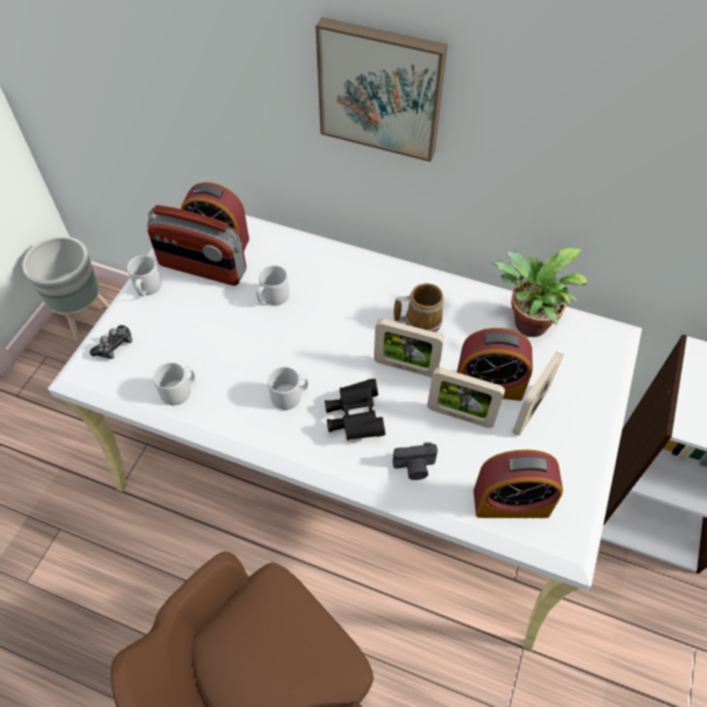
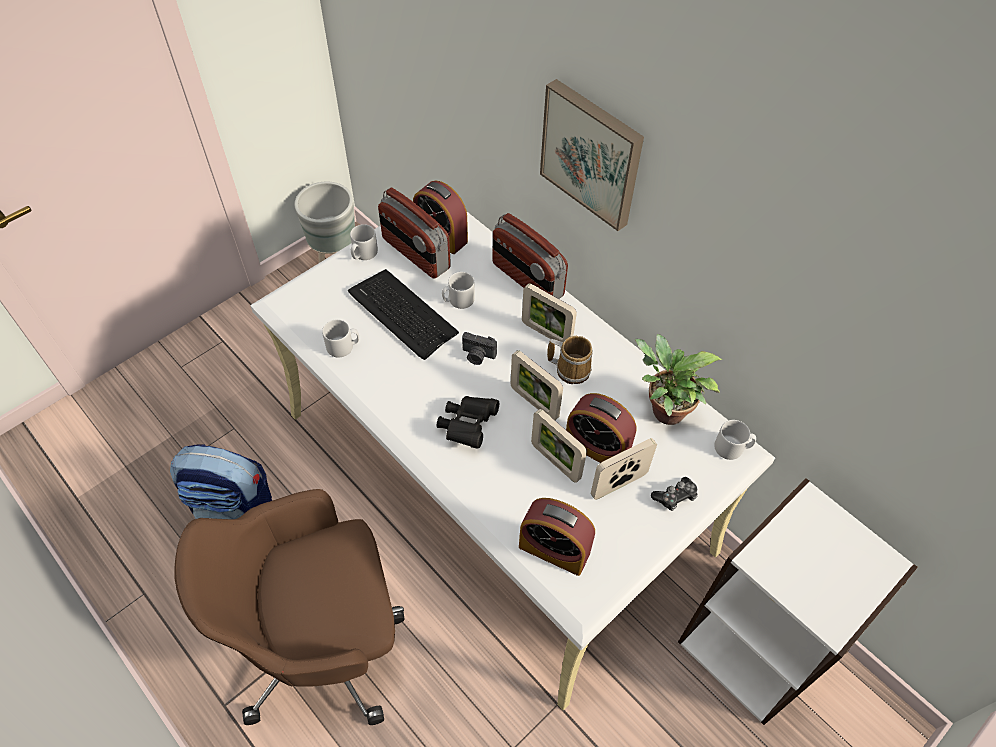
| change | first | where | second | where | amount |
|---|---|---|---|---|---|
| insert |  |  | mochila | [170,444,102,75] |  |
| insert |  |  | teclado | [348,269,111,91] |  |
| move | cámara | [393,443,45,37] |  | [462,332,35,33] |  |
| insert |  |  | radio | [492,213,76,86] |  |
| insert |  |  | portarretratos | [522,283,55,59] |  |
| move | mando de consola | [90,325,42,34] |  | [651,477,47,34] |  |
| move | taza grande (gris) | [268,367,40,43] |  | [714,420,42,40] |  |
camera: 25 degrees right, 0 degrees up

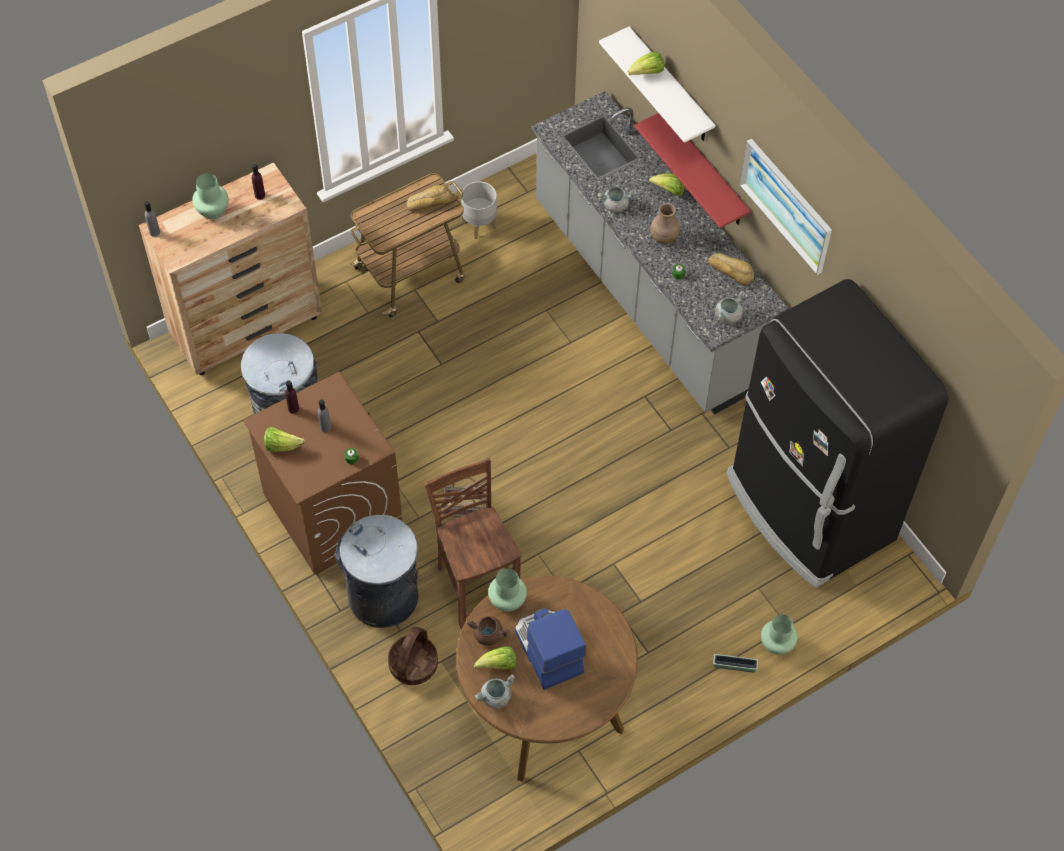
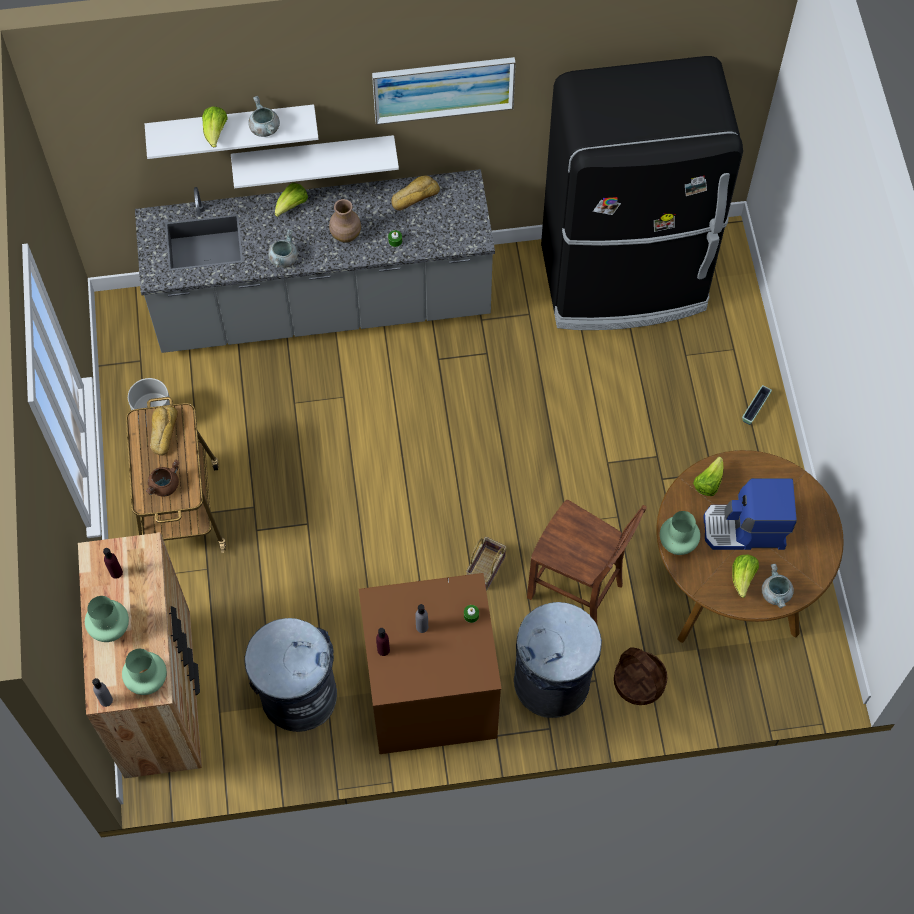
| change | first | where | second | where | amount |
|---|---|---|---|---|---|
| move | florero (verde) | [761,615,36,40] |  | [122,649,45,46] |  |
| move | olla (marrón) | [466,617,44,29] |  | [146,459,33,38] |  |
| recolor | estante (rojo) | [634,113,117,115] | estante (blanco) | [231,135,168,53] |  |
| move | olla (gris) | [715,291,30,33] |  | [248,96,32,41] |  |
| rotate | silla (marrón) | [424,458,98,171] |  | [527,500,120,126] | 150 degrees counterclockwise |
| move | lechuga | [264,427,41,25] |  | [693,457,30,39] |  |
camera: 65 degrees left, 5 degrees up

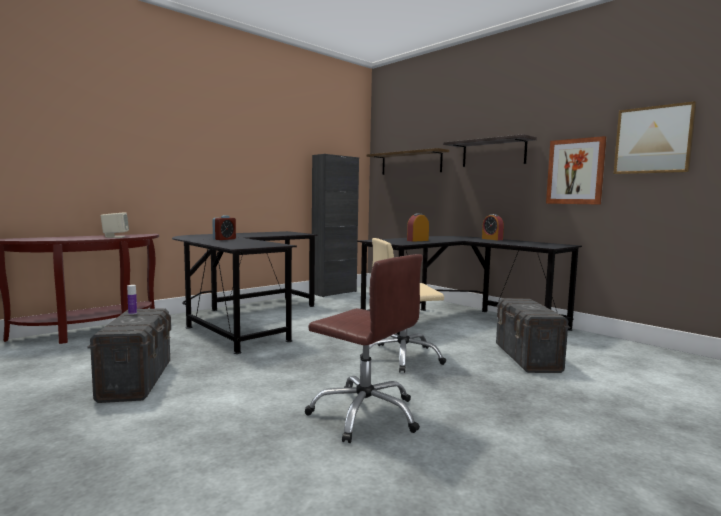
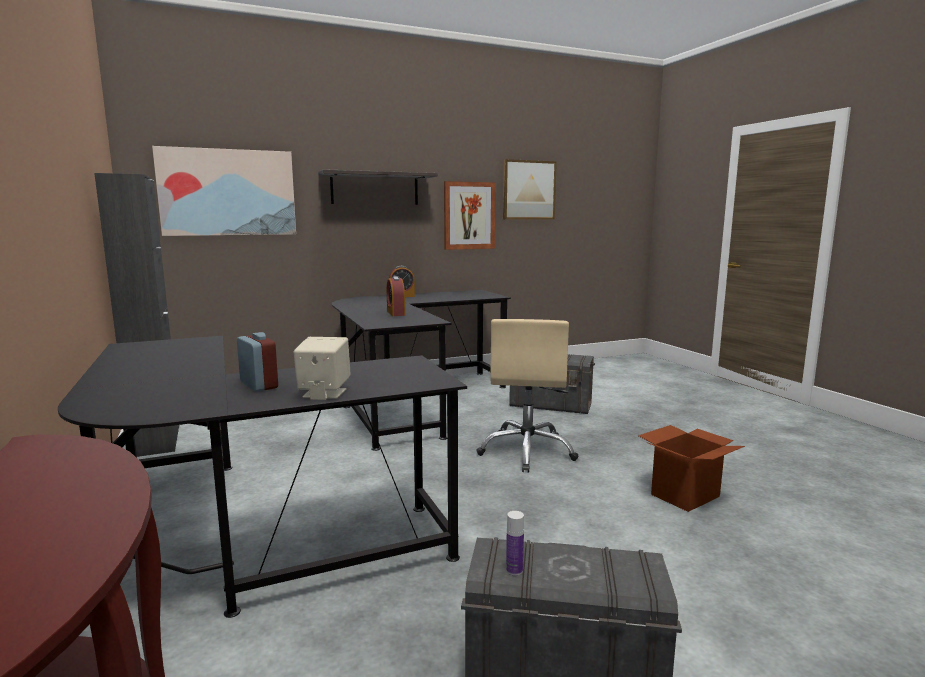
| change | first | where | second | where | amount |
|---|---|---|---|---|---|
| replace | estante | [367,148,82,27] | cuadro | [152,146,144,90] |  |
| move | altavoz (beis) | [101,212,28,26] |  | [294,337,57,63] |  |
| replace | silla de oficina (marrón) | [305,254,118,189] | caja de cartón | [638,425,107,87] |  |
camera: 70 degrees left, 5 degrees up

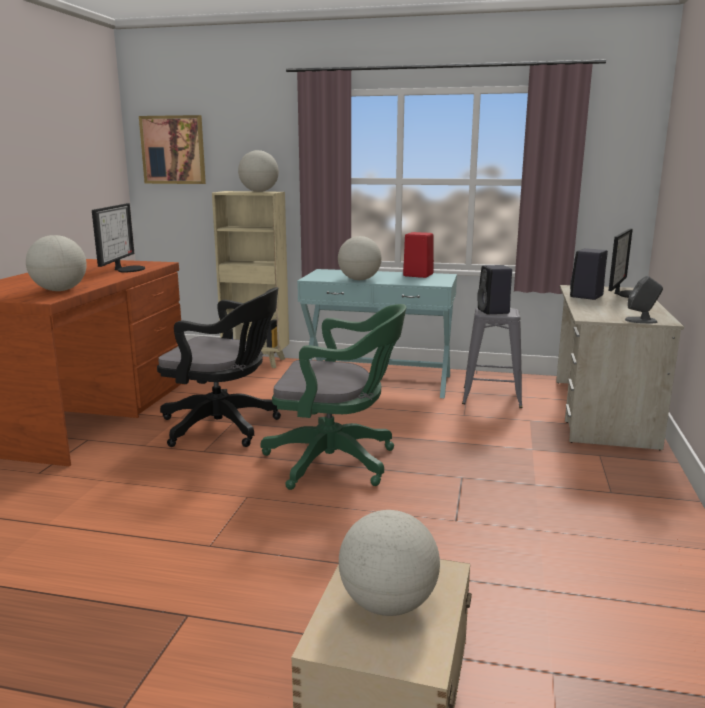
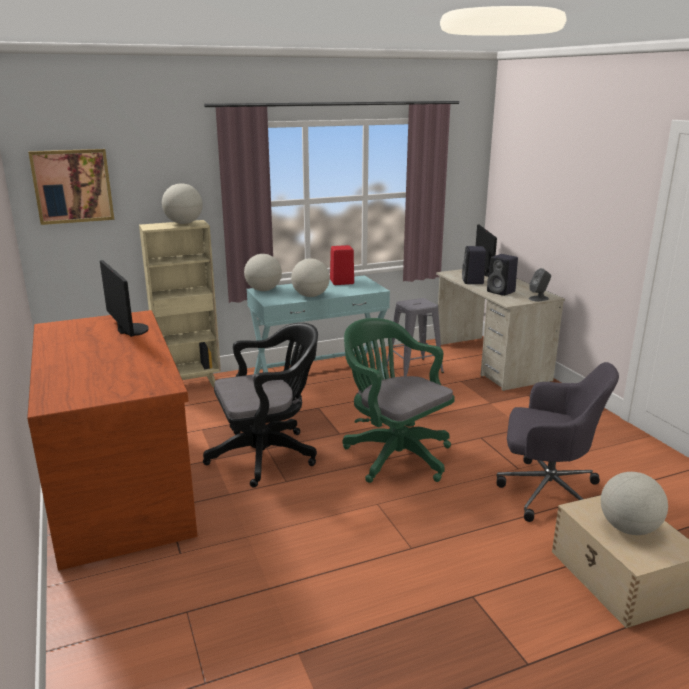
| change | first | where | second | where | amount |
|---|---|---|---|---|---|
| move | globo terráqueo | [26,235,61,56] |  | [244,254,38,37] |  |
| rotate | silla de oficina (verde) | [260,304,147,186] |  | [342,318,113,165] | 105 degrees counterclockwise |
| move | altavoz (negro) | [477,265,35,49] |  | [487,254,31,42] |  |
| insert |  |  | silla de oficina (gris) | [497,362,122,160] |  |
camera: 35 degrees left, 5 degrees up

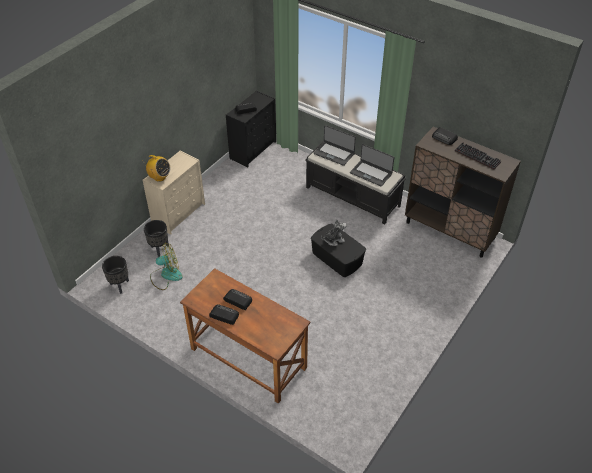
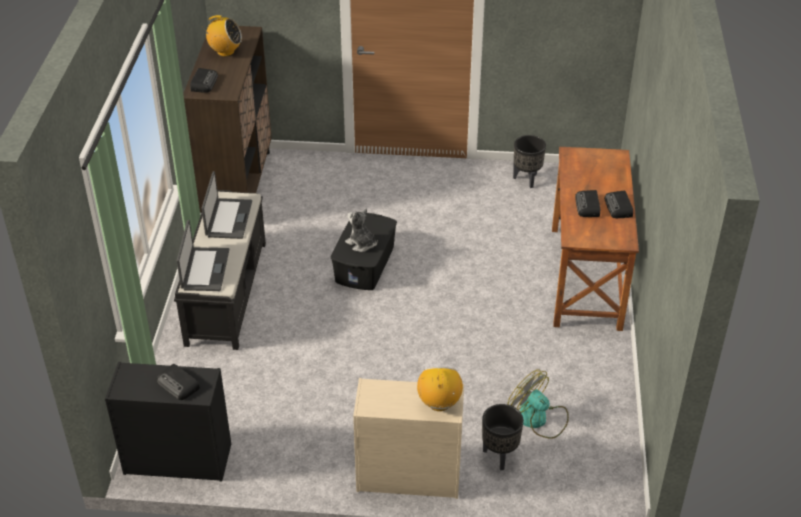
| change | first | where | second | where | amount |
|---|---|---|---|---|---|
| replace | teclado | [455,142,46,27] | radio | [203,15,39,41] |  |
| move | maceta (negro) | [102,256,27,38] |  | [513,135,33,53] |  |
camera: 120 degrees left, 5 degrees down

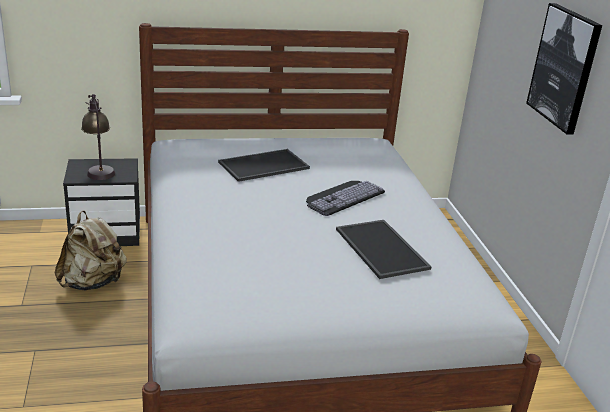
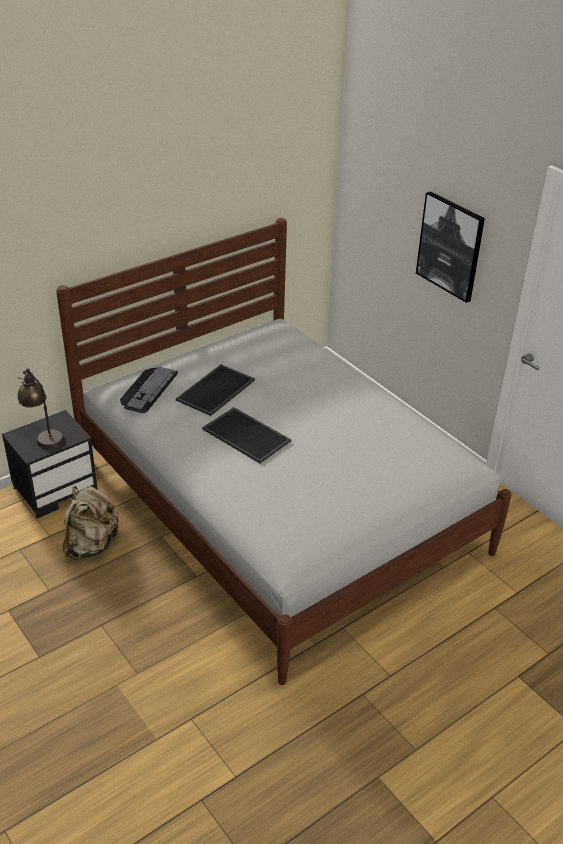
| change | first | where | second | where | amount |
|---|---|---|---|---|---|
| move | teclado | [306,181,79,35] |  | [120,366,58,47] |  |
| move | bandeja | [336,220,95,59] |  | [202,407,89,56] |  |
camera: 25 degrees left, 10 degrees up

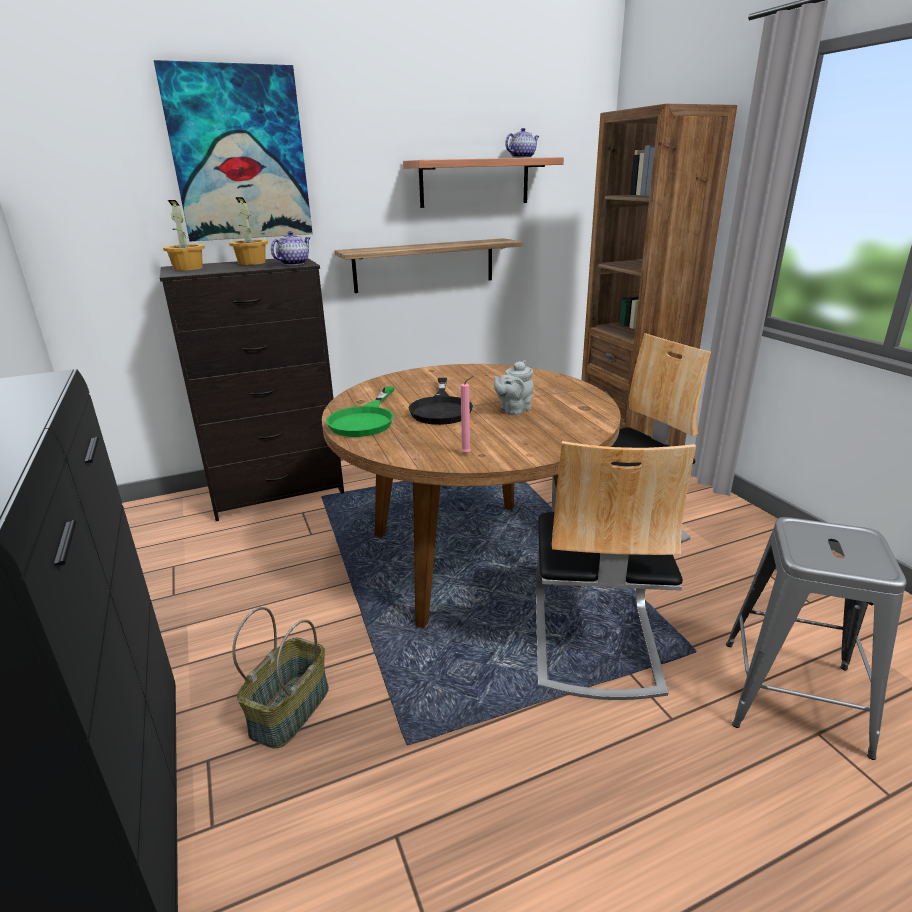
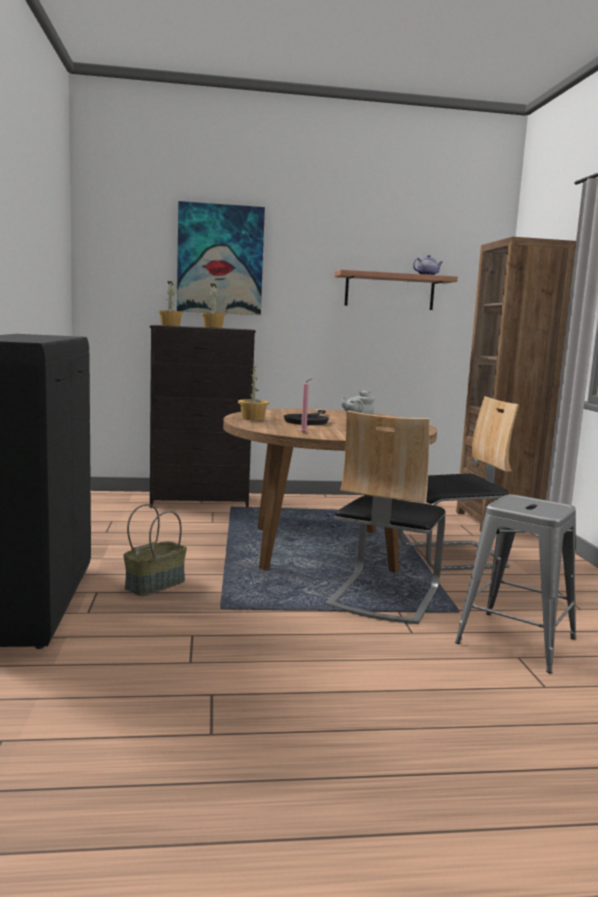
| change | first | where | second | where | amount |
|---|---|---|---|---|---|
| replace | sartén (verde) | [326,387,69,50] | planta en maceta | [238,366,31,54] |  |
| delete | tetera | [271,231,39,34] |  |  |  |
| delete | estante | [335,238,187,55] |  |  |  |
camera: 15 degrees right, 15 degrees down

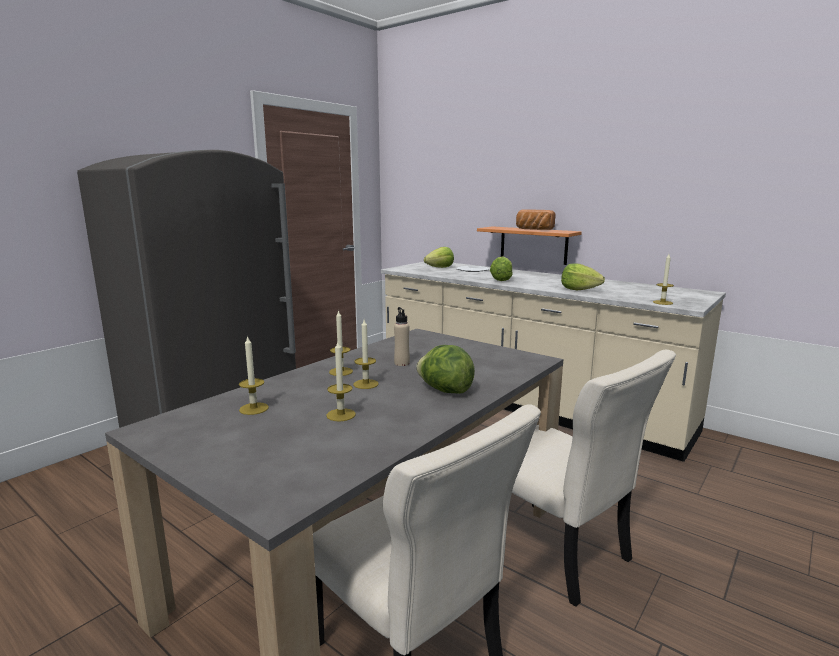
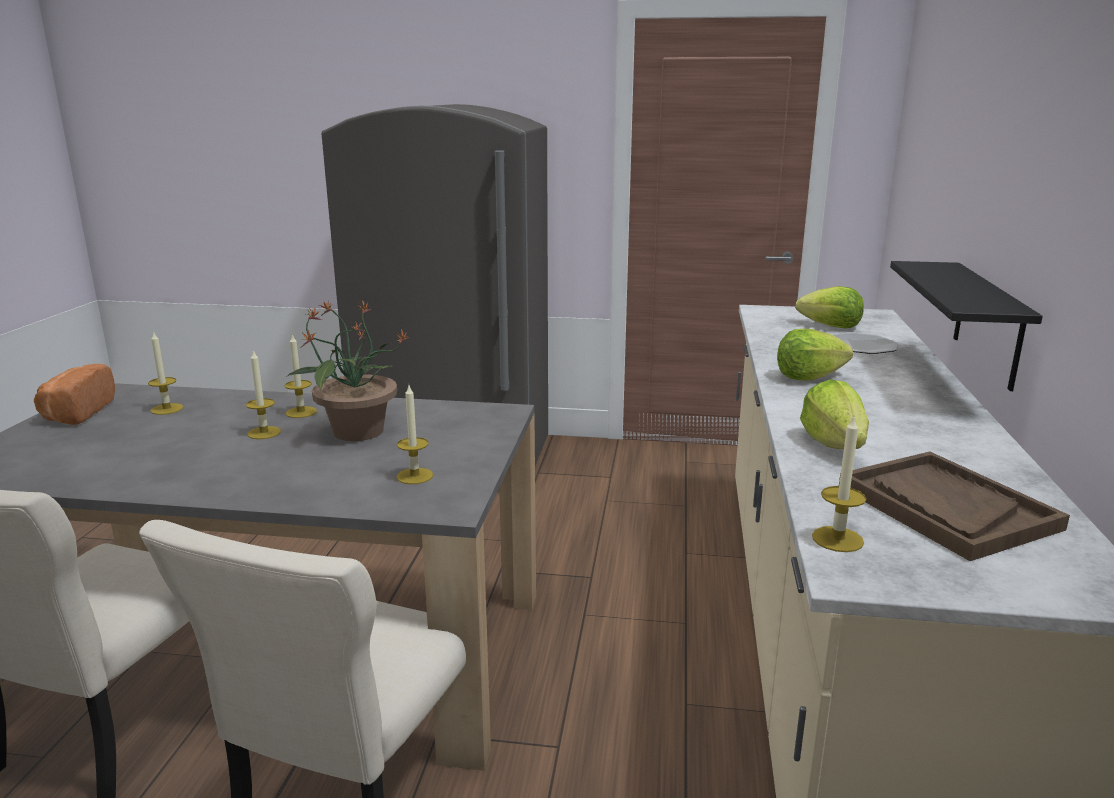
| change | first | where | second | where | amount |
|---|---|---|---|---|---|
| move | pan | [516,209,40,21] |  | [34,364,81,61] |  |
| replace | botella (beis) | [394,307,16,59] | planta en maceta | [286,301,123,140] |  |
| move | vela | [326,341,30,80] |  | [396,386,37,98] |  |
| insert |  |  | bandeja (marrón) | [839,451,231,110] |  |
| recolor | estante (naranja) | [477,226,105,39] | estante (negro) | [890,261,153,130] |  |
| delete | lechuga | [416,345,59,49] |  |  |  |
camera: 60 degrees right, 5 degrees up

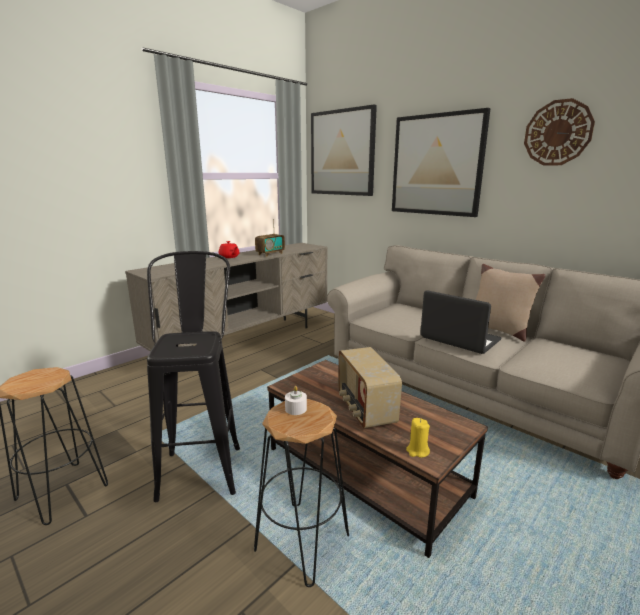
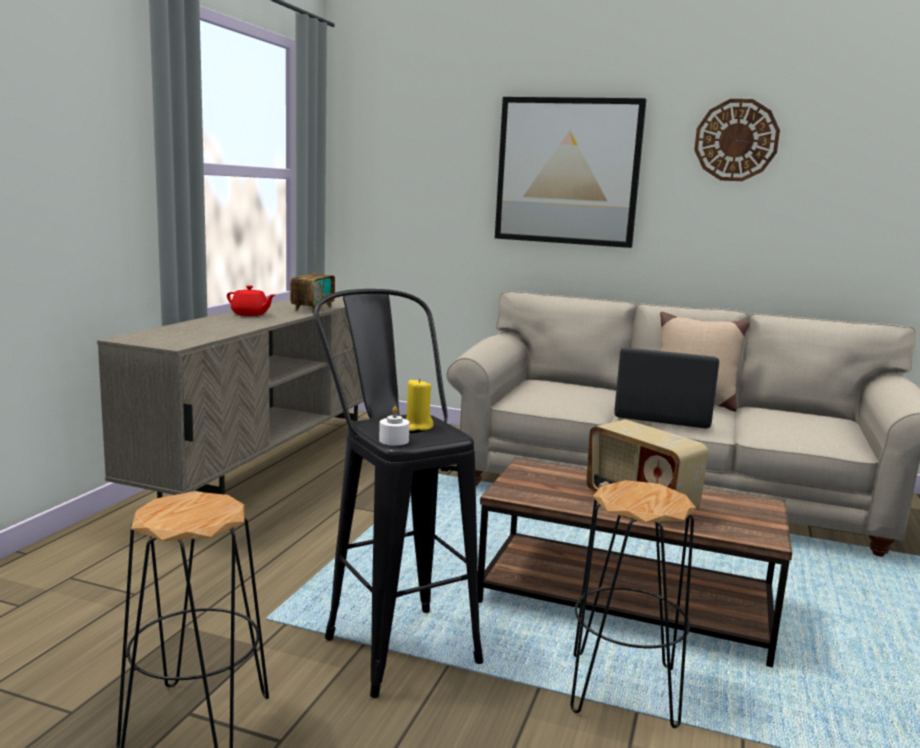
| change | first | where | second | where | amount |
|---|---|---|---|---|---|
| move | vela (blanco) | [285,386,22,29] |  | [379,406,31,40] |  |
| move | vela (amarillo) | [406,418,24,40] |  | [406,378,27,53] |  |
| delete | cuadro | [311,105,66,91] |  |  |  |
camera: 25 degrees left, 5 degrees down

